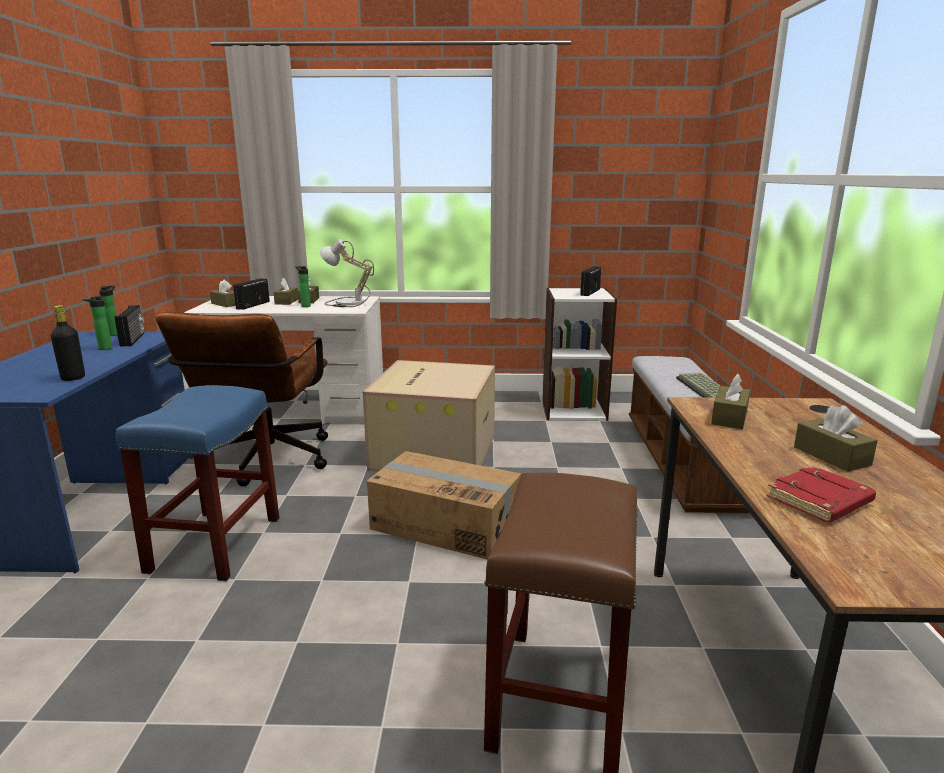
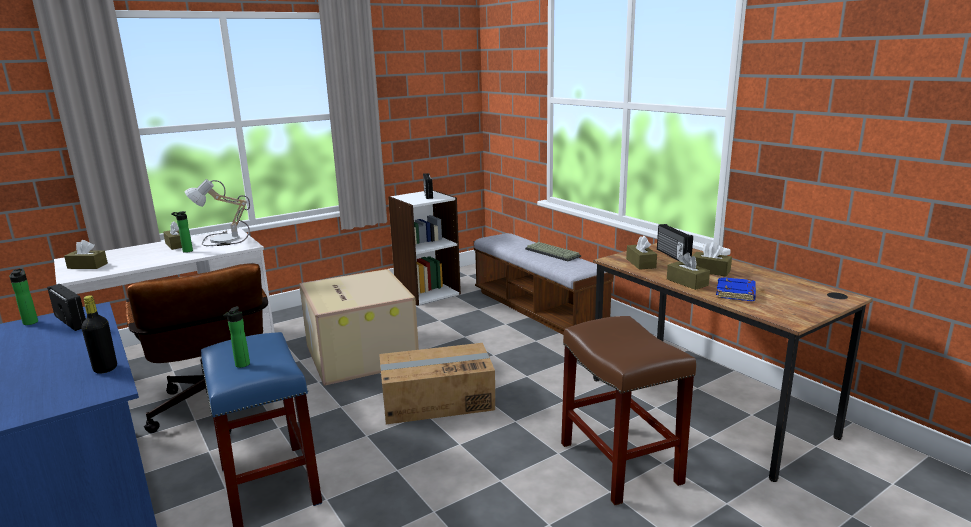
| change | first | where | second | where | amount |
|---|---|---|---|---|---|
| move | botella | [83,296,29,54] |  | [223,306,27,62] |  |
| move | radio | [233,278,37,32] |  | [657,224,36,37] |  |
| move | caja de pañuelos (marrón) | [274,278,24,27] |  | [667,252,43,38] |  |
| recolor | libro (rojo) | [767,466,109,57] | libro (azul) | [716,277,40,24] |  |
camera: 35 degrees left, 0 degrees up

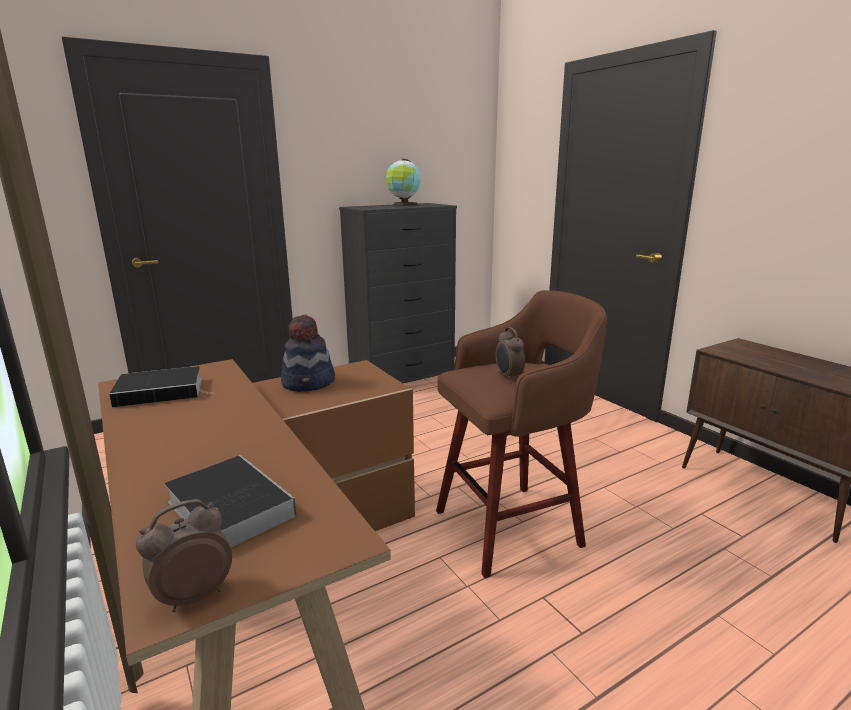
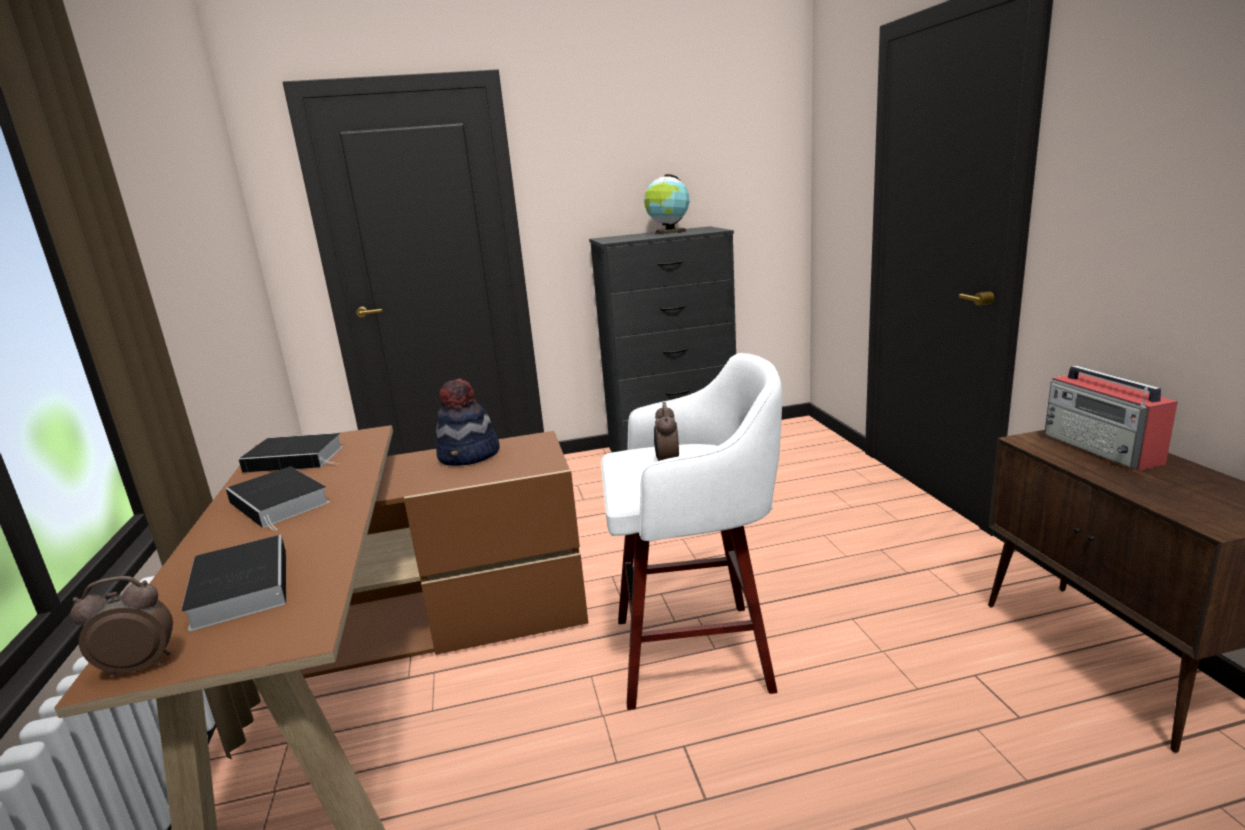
| change | first | where | second | where | amount |
|---|---|---|---|---|---|
| insert |  |  | libro | [226,467,104,64] |  |
| recolor | taburete (marrón) | [436,290,171,288] | taburete (blanco) | [601,353,181,357] |  |
| insert |  |  | radio | [1044,365,134,106] |  |
camera: 20 degrees right, 0 degrees up

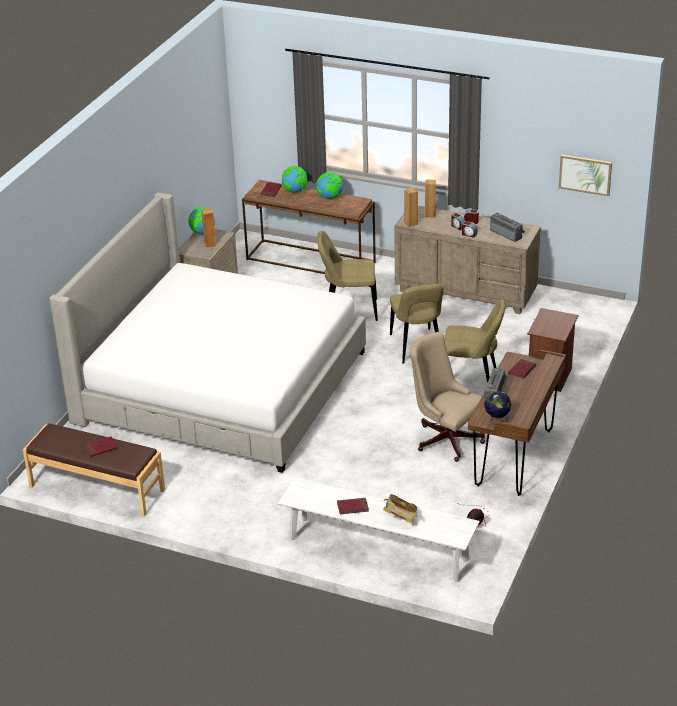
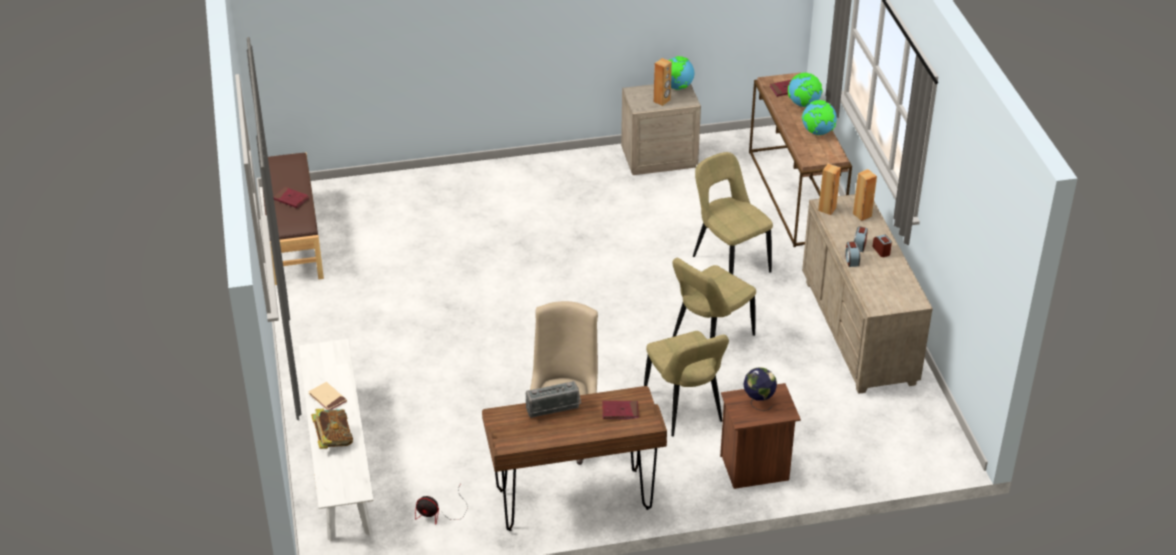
| change | first | where | second | where | amount |
|---|---|---|---|---|---|
| recolor | libro (rojo) | [337,498,32,16] | libro (beis) | [308,382,39,28] |  |
| move | globo terráqueo | [484,391,27,34] |  | [743,368,34,43] |  |
| delete | cama | [49,192,317,281] |  |  |  |
| delete | radio | [490,213,35,29] |  |  |  |
| delete | cuadro | [559,154,53,42] |  |  |  |
camera: 55 degrees right, 5 degrees up

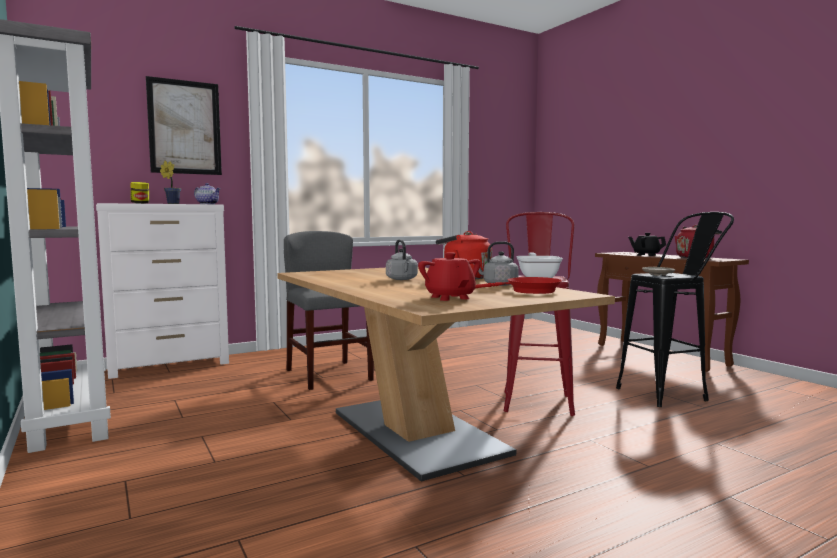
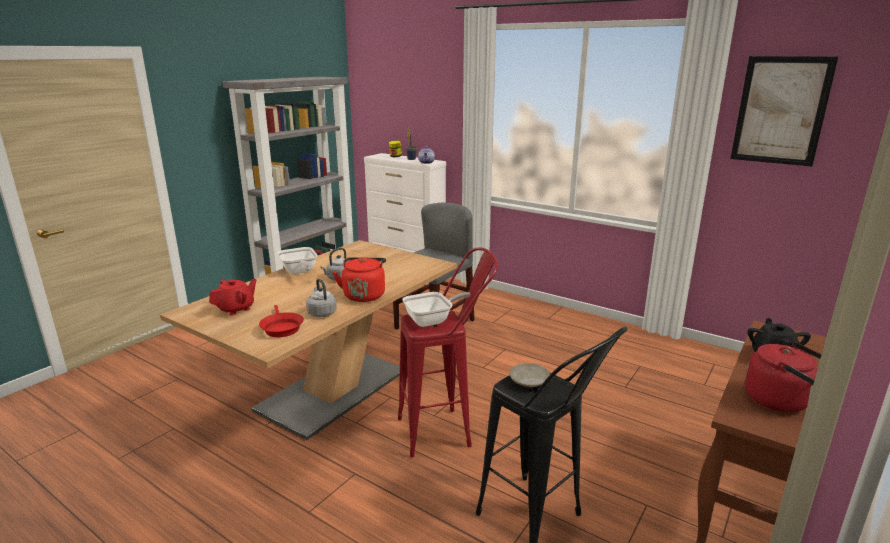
| change | first | where | second | where | amount |
|---|---|---|---|---|---|
| insert |  |  | sartén | [277,247,40,27] |  |
| move | cuadro | [146,76,76,99] |  | [730,56,109,110] |  |
camera: 65 degrees right, 15 degrees up

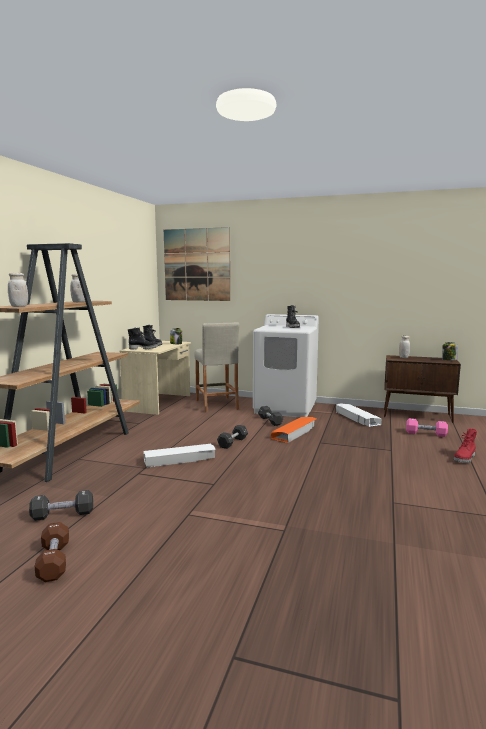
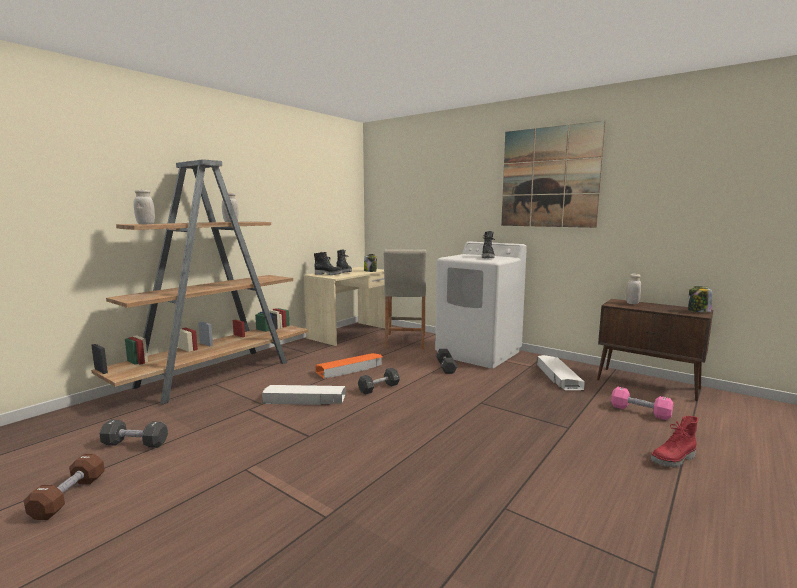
| change | first | where | second | where | amount |
|---|---|---|---|---|---|
| move | caja de almacenaje (naranja) | [271,417,45,26] |  | [316,353,67,26] |  |
| move | cuadro | [164,227,66,74] |  | [501,121,104,107] |  |
camera: 20 degrees right, 0 degrees up

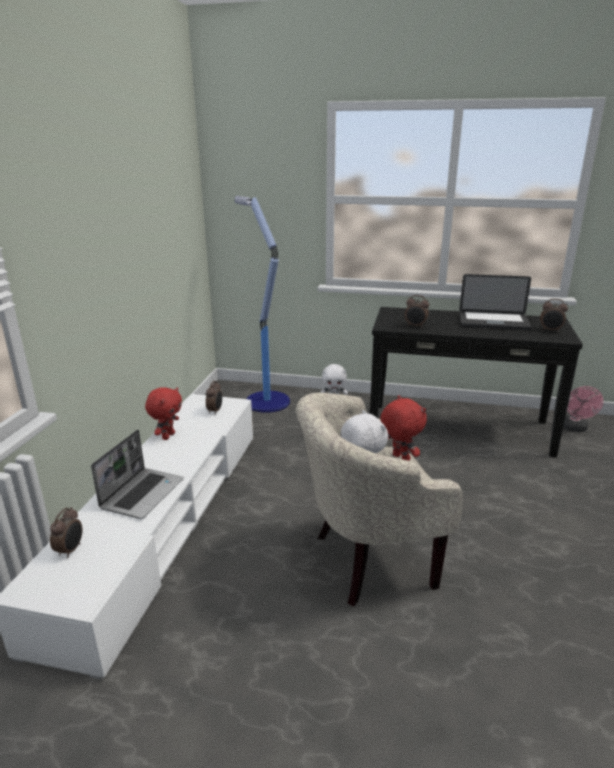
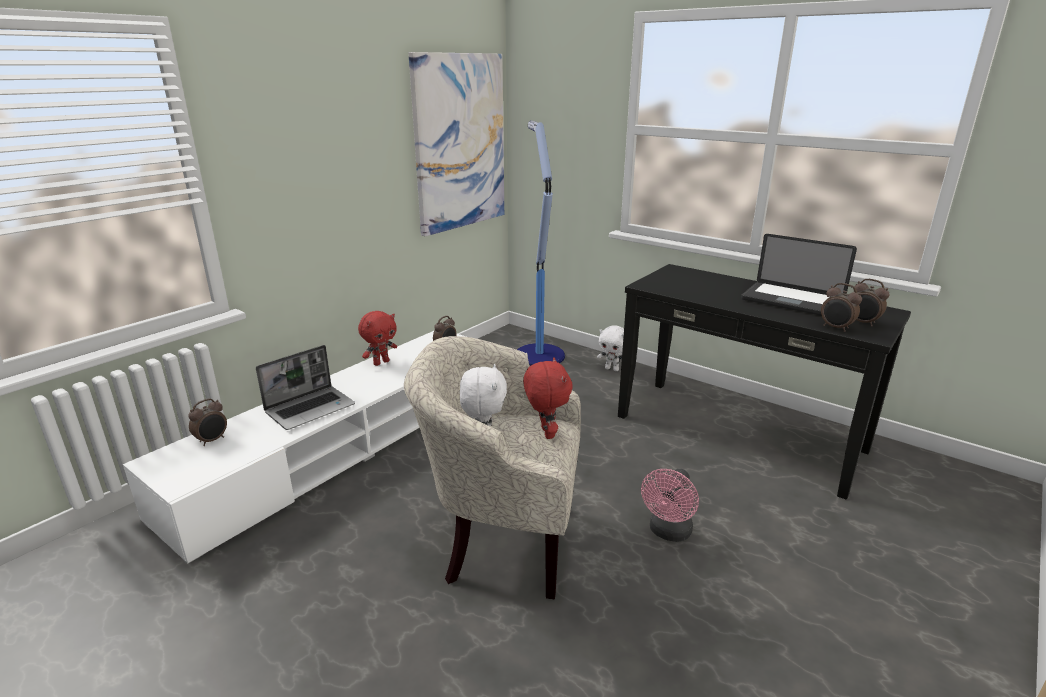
| change | first | where | second | where | amount |
|---|---|---|---|---|---|
| insert |  |  | cuadro | [408,52,96,184] |  |
| move | ventilador (rosa) | [563,386,40,46] |  | [641,469,58,73] |  |
| move | despertador | [405,295,24,33] |  | [821,283,41,49] |  |
camera: 25 degrees right, 0 degrees up

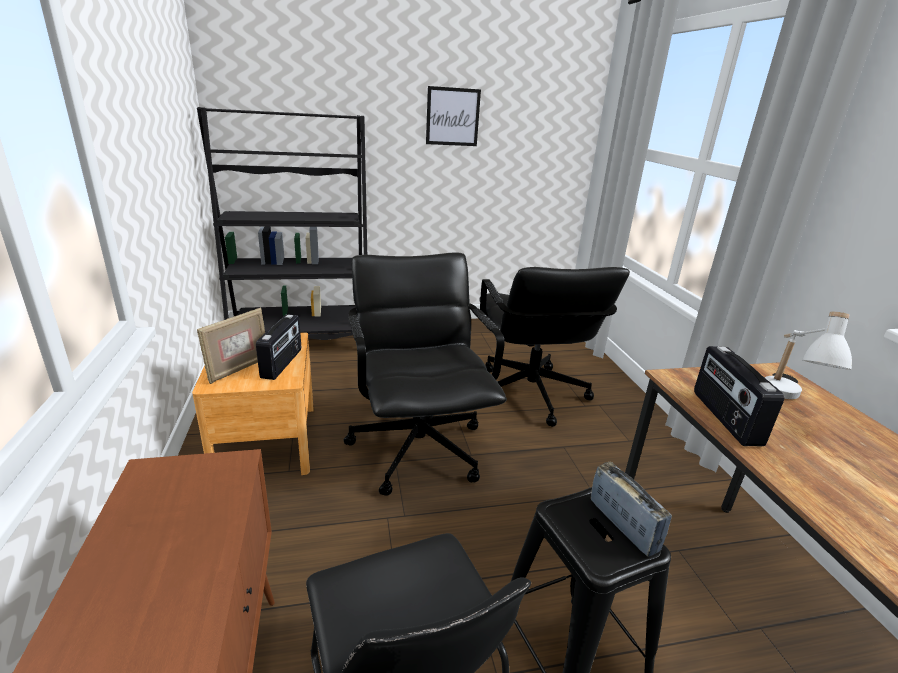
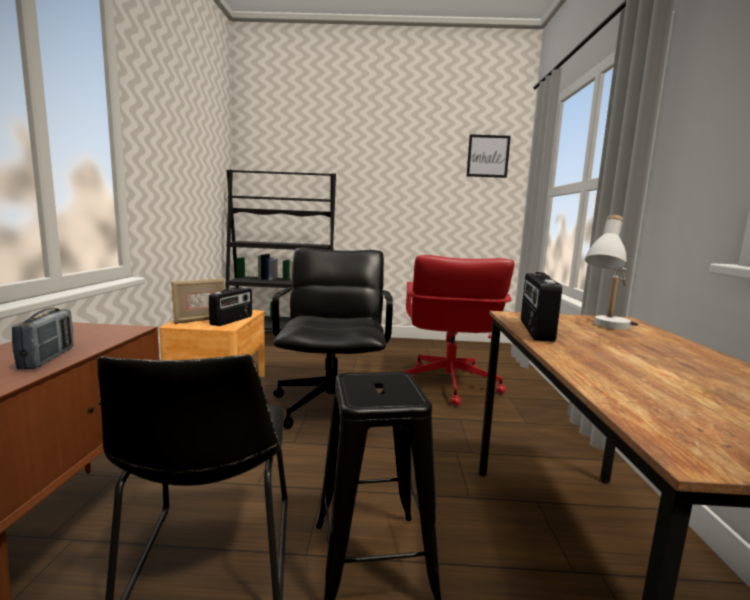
| change | first | where | second | where | amount |
|---|---|---|---|---|---|
| move | radio | [591,462,81,95] |  | [12,308,61,62] |  |
| recolor | silla de oficina (negro) | [479,267,151,160] | silla de oficina (rojo) | [402,255,112,151] |  |
| move | cuadro | [426,86,55,60] |  | [467,134,44,44] |  |
camera: 15 degrees right, 15 degrees down

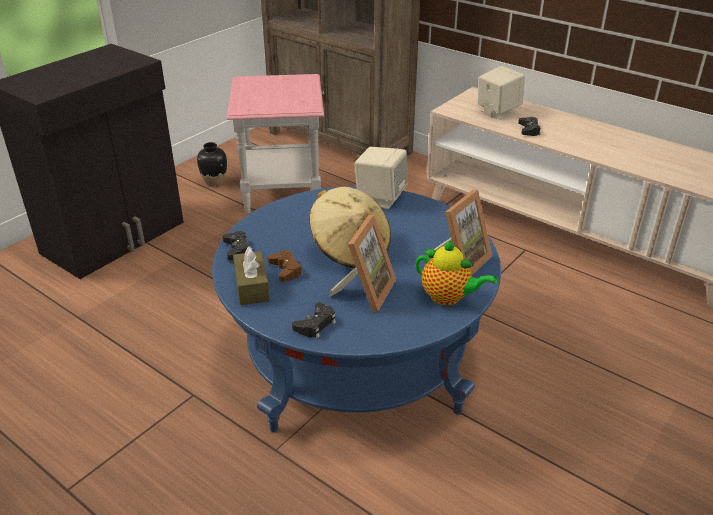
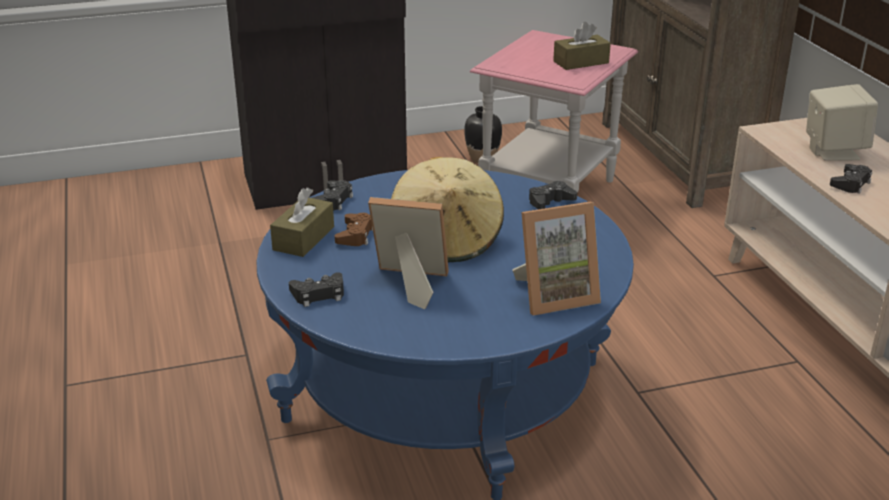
| change | first | where | second | where | amount |
|---|---|---|---|---|---|
| rotate | portarretratos | [329,214,67,98] |  | [368,197,81,112] | 135 degrees counterclockwise |
| replace | altavoz (beis) | [355,147,53,62] | mando de consola (negro) | [529,181,48,28] |  |
| insert |  |  | caja de pañuelos (marrón) | [553,22,58,48] |  |
| delete | tetera | [415,240,83,66] |  |  |  |
camera: 35 degrees right, 5 degrees down

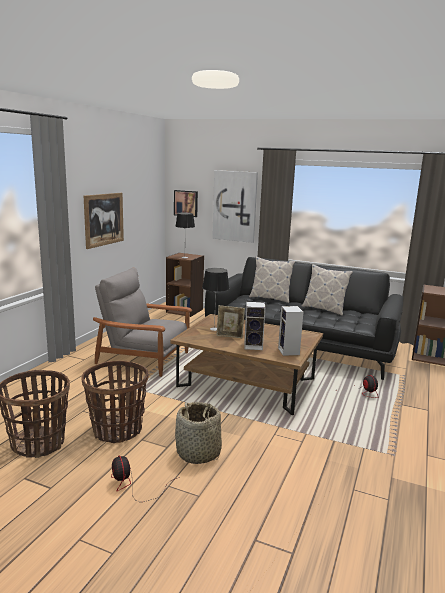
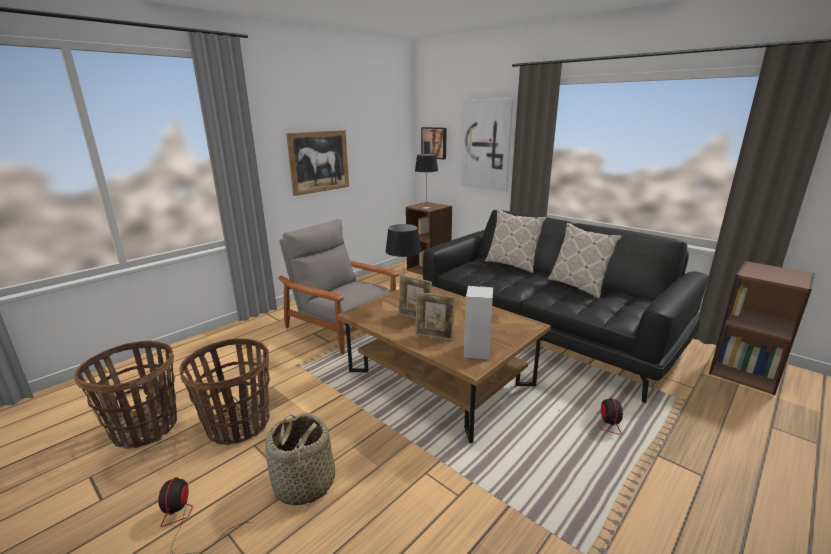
| change | first | where | second | where | amount |
|---|---|---|---|---|---|
| replace | altavoz | [244,302,21,48] | portarretratos | [415,292,40,48] |  |
camera: 20 degrees right, 5 degrees up

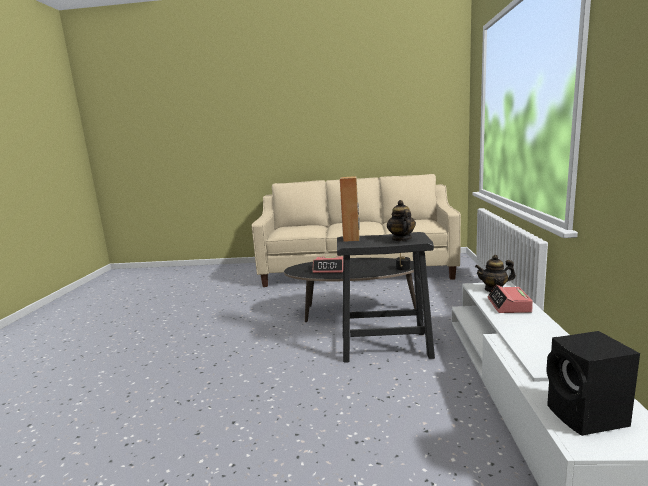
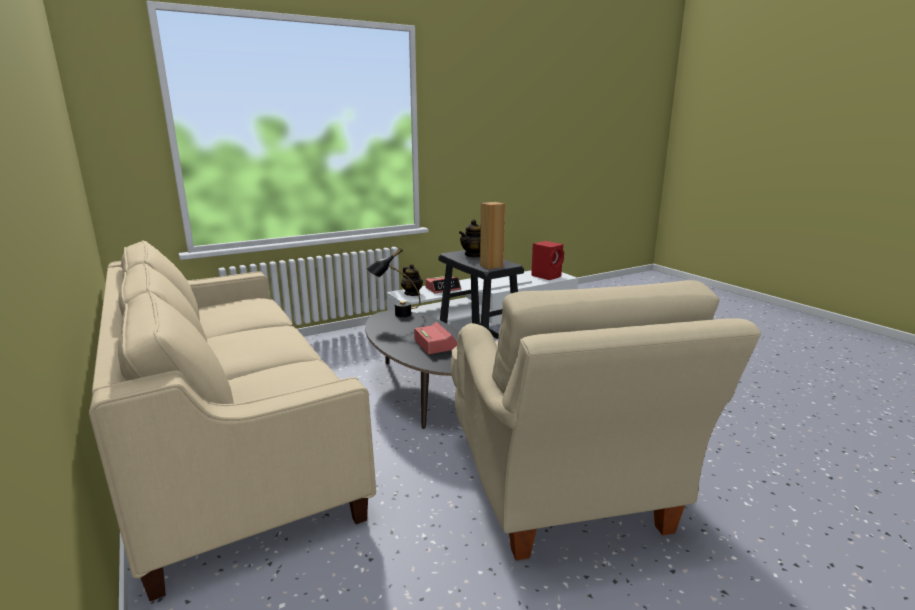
| change | first | where | second | where | amount |
|---|---|---|---|---|---|
| insert |  |  | sillón (beis) | [451,280,310,280] |  |
| recolor | altavoz (negro) | [546,331,94,105] | altavoz (rojo) | [531,241,33,39] |  |
camera: 125 degrees left, 5 degrees up

